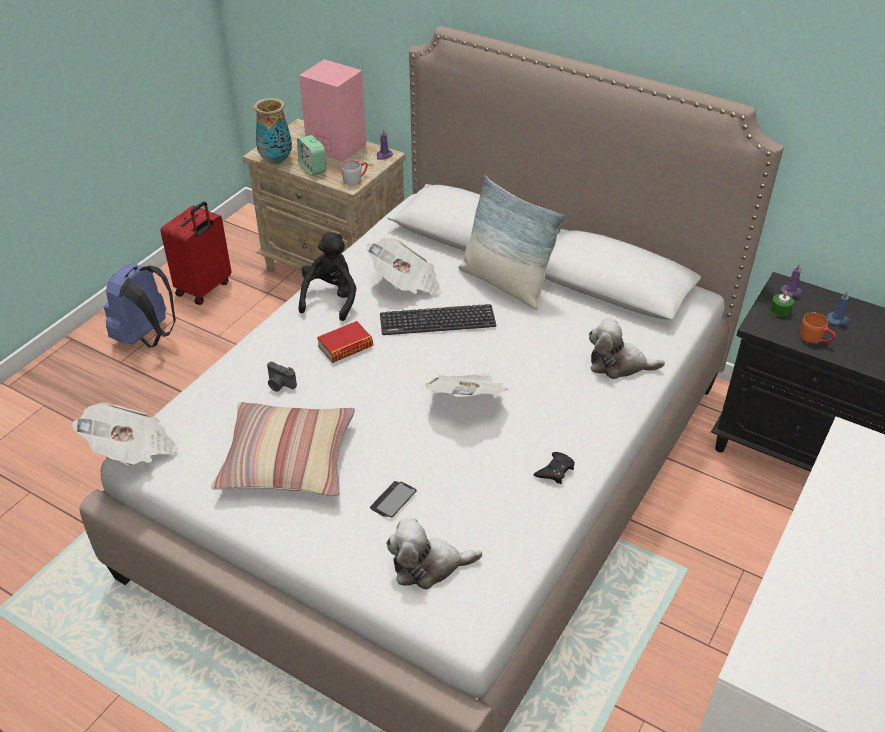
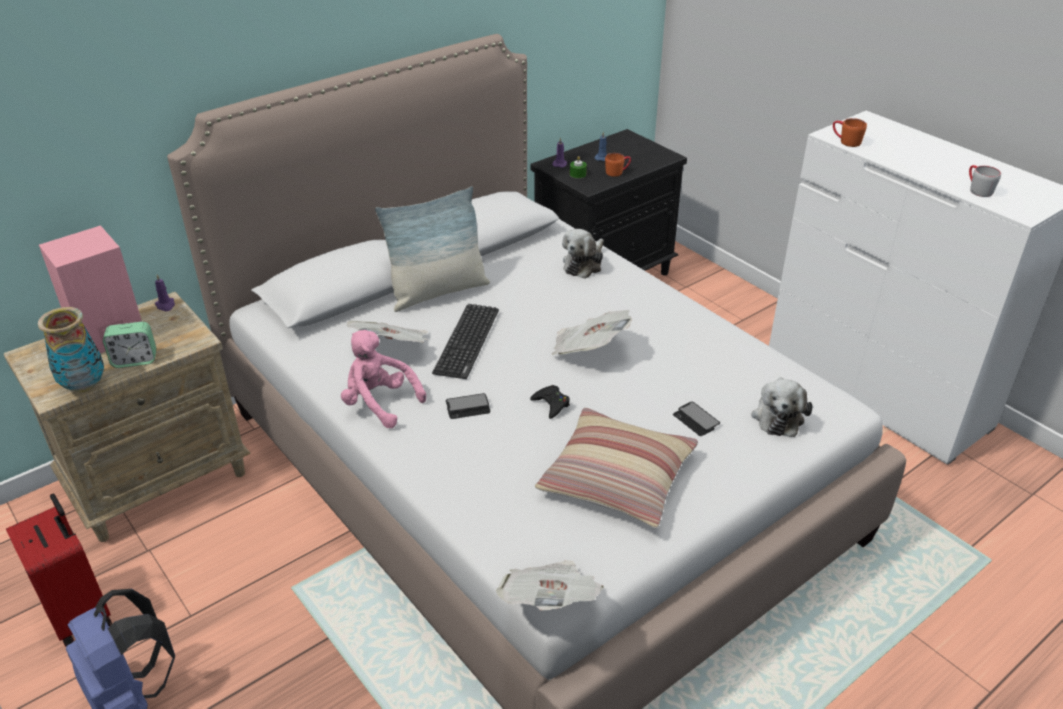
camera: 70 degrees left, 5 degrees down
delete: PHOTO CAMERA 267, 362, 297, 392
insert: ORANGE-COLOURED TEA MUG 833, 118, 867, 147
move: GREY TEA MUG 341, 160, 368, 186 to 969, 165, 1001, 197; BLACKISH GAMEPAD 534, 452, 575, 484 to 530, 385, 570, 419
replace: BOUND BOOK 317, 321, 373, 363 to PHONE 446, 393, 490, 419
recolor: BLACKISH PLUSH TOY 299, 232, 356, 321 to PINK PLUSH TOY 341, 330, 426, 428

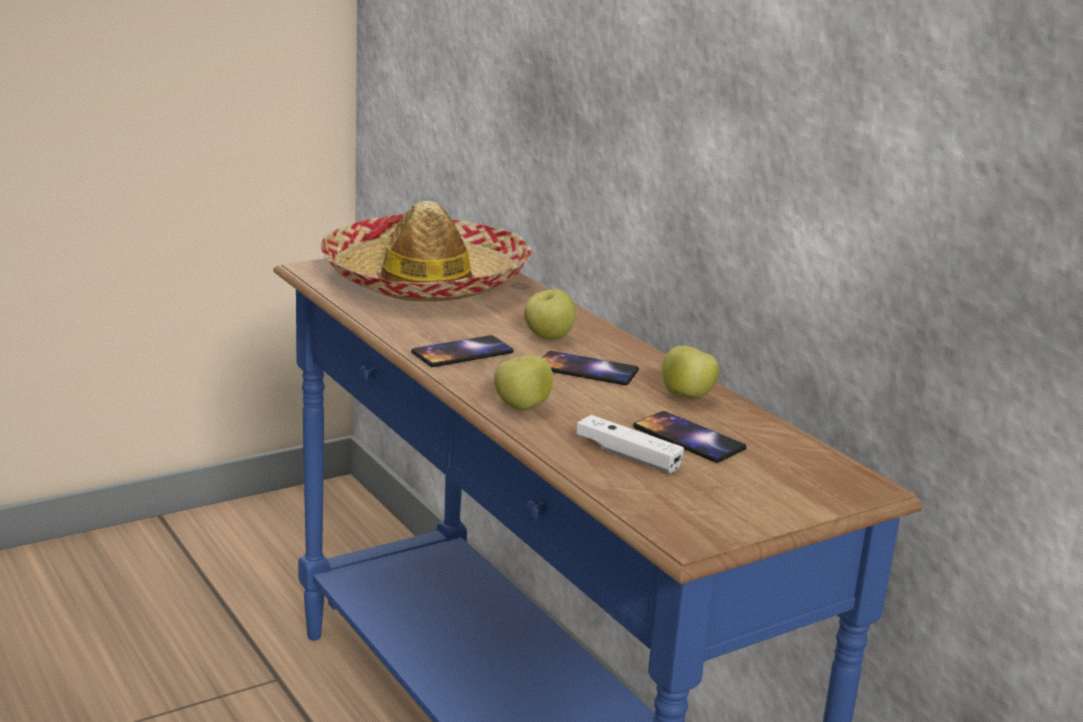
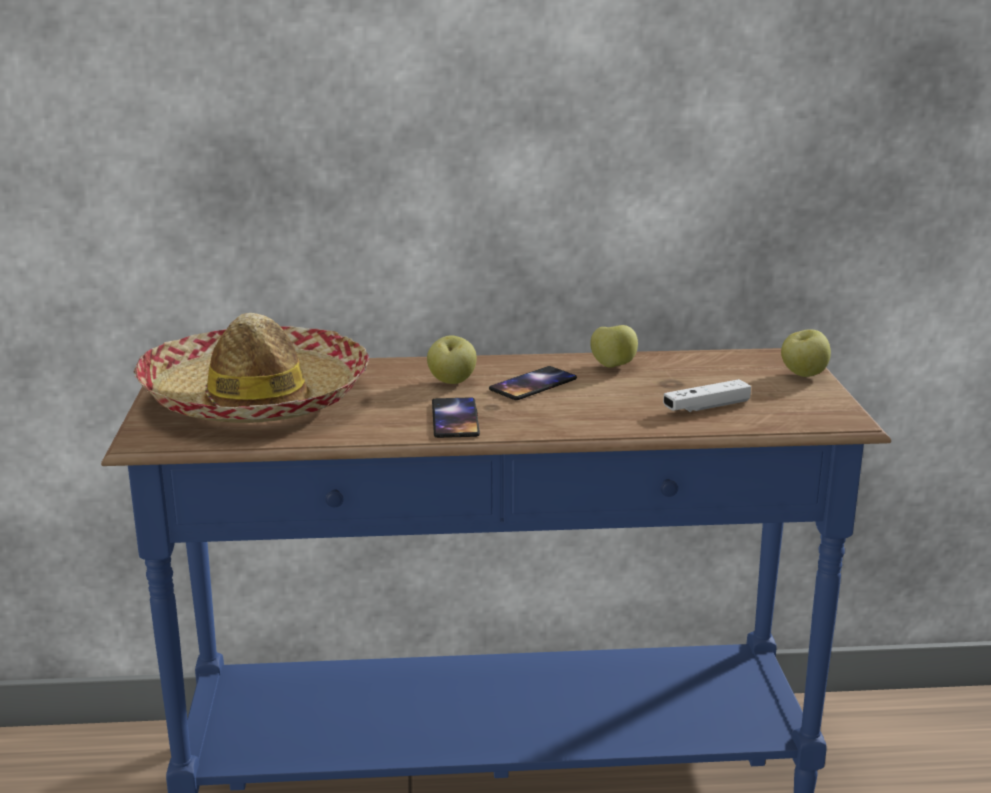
camera: 60 degrees left, 0 degrees up
delete: PHONE 633, 411, 747, 463
move: WHOLE APPLE 494, 355, 553, 410 to 781, 329, 831, 377

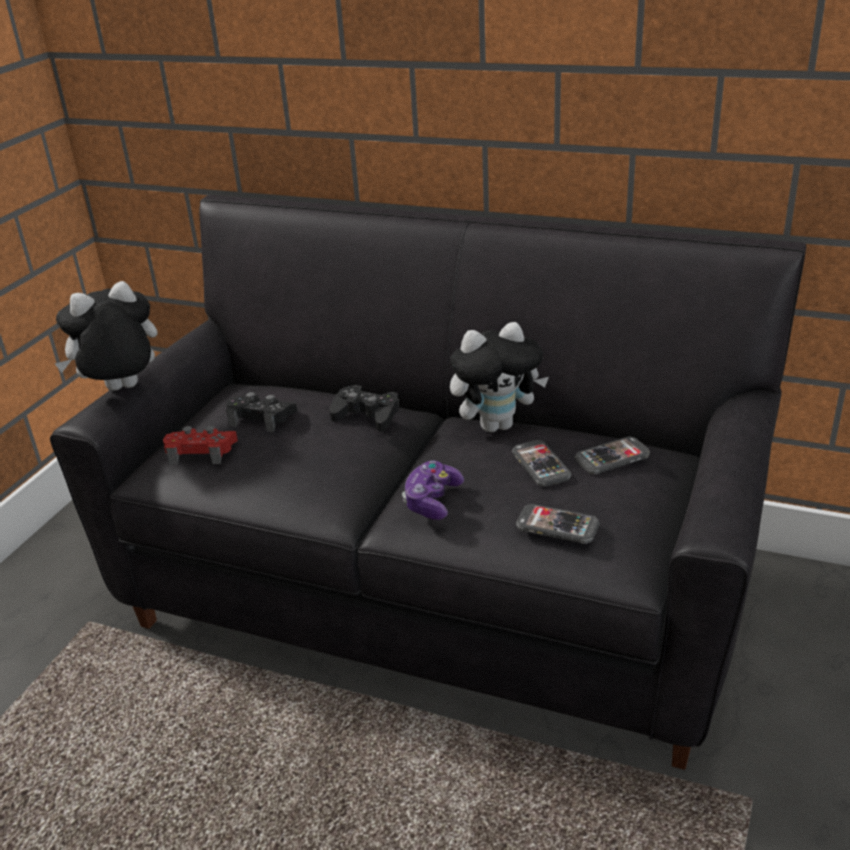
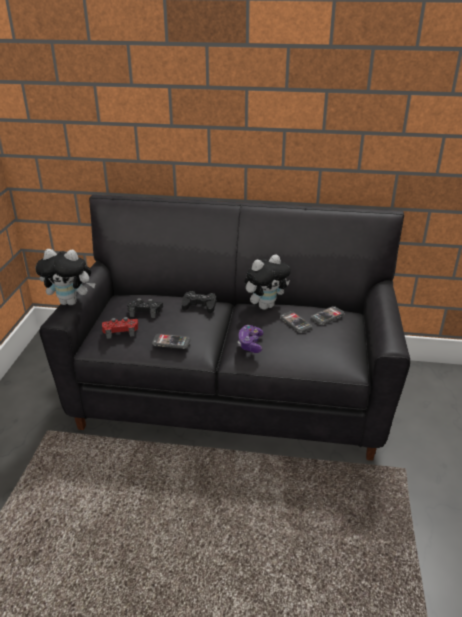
camera: 15 degrees left, 0 degrees up
move: PHONE 516, 504, 599, 544 to 152, 334, 191, 349
rotate: PLUSH TOY 55, 281, 158, 391 = 35, 249, 96, 305 135 degrees counterclockwise

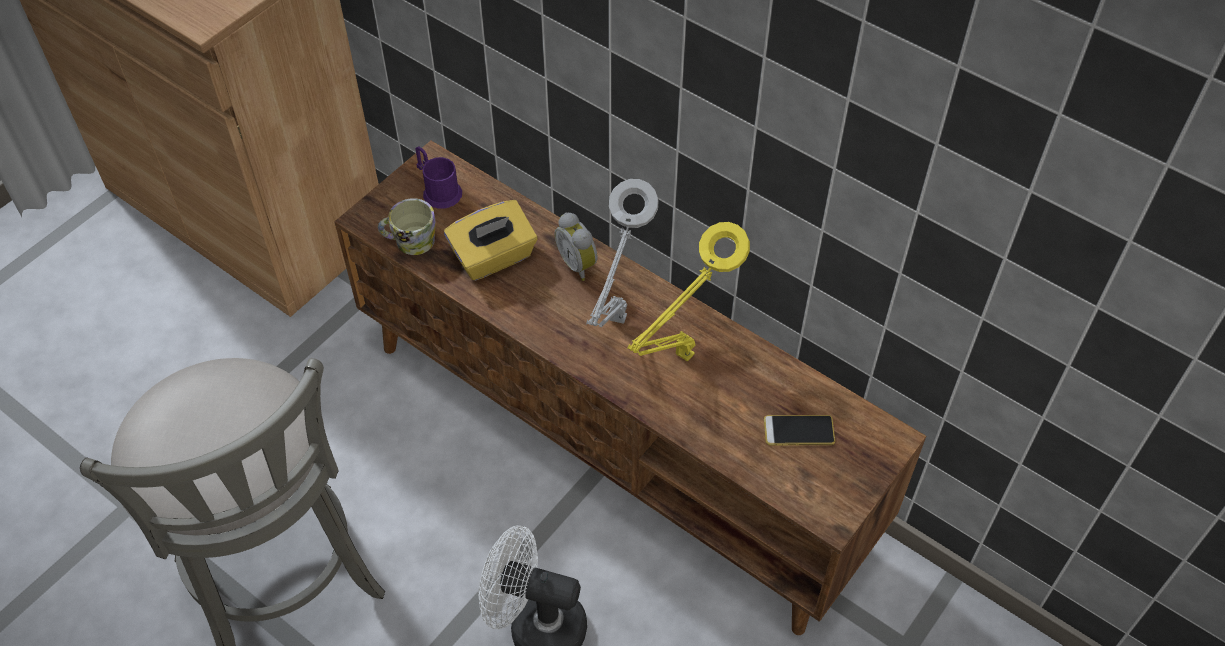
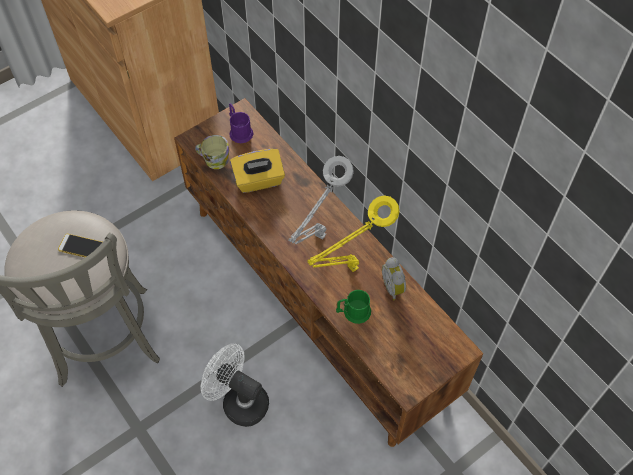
camera: 15 degrees right, 5 degrees up
insert: GREEN TEA MUG 336, 290, 371, 324
move: ALARM CLOCK 555, 212, 597, 281 to 382, 257, 406, 300; PHONE 764, 415, 835, 446 to 58, 234, 103, 257

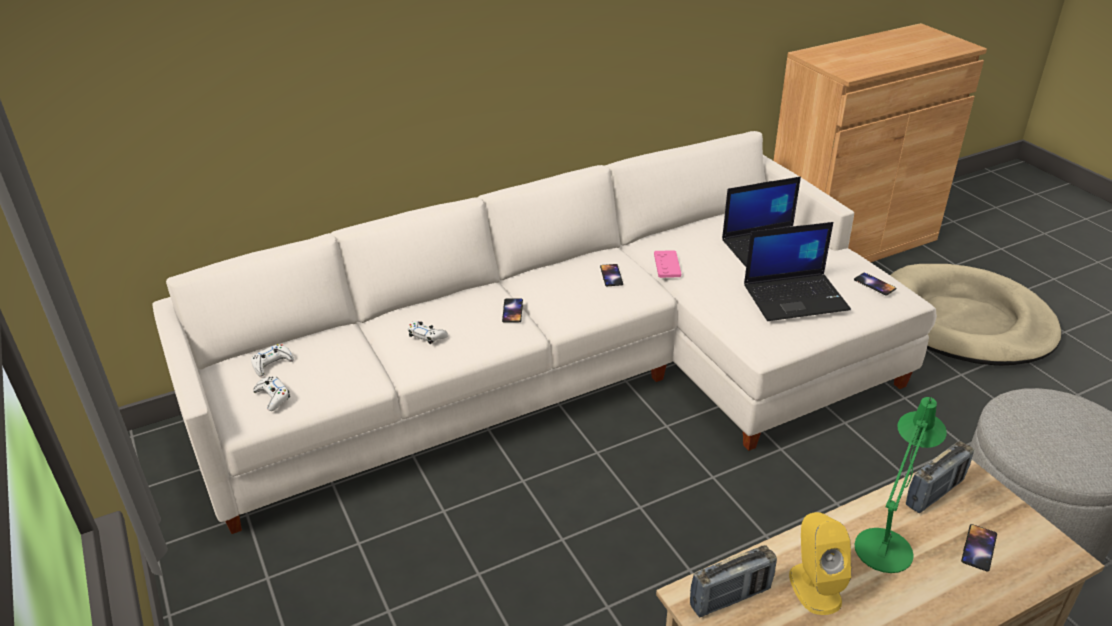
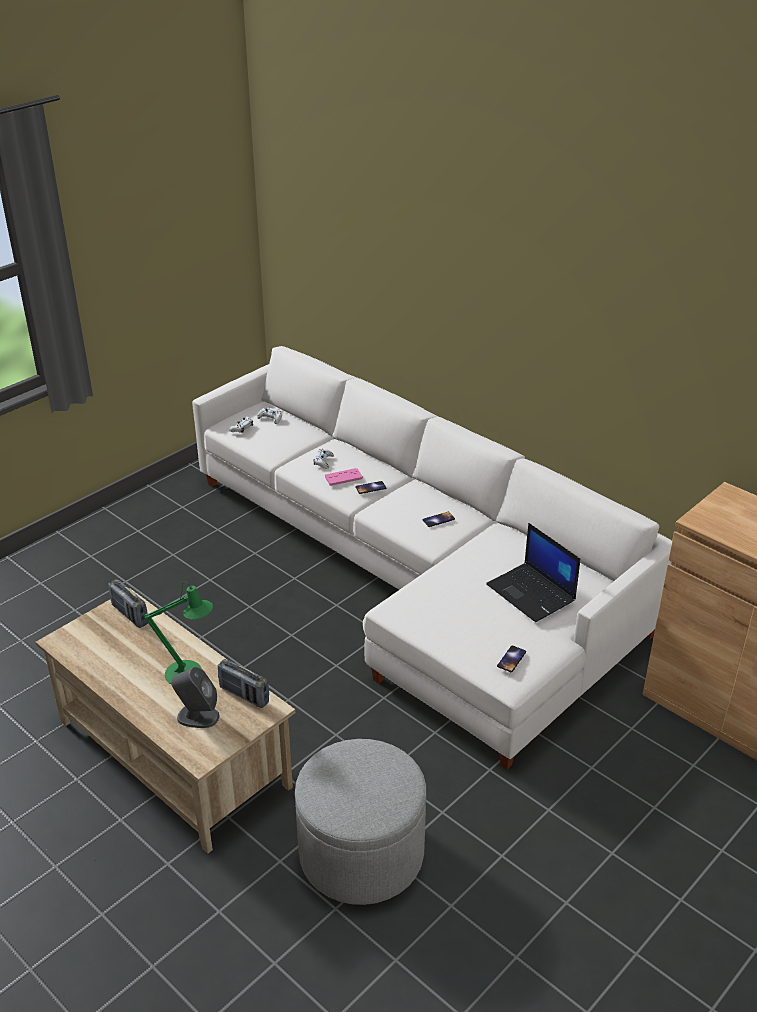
camera: 70 degrees right, 0 degrees up
delete: NOTEBOOK COMPUTER 744, 222, 851, 321; YELLOW AUDIO SPEAKER 789, 512, 851, 615; BEIGE DOG CUSHION 890, 264, 1062, 366
move: PINK GAMEPAD 654, 250, 681, 278 to 325, 468, 363, 486
replace: PHONE 961, 524, 997, 572 to GREY AUDIO SPEAKER 171, 667, 219, 728

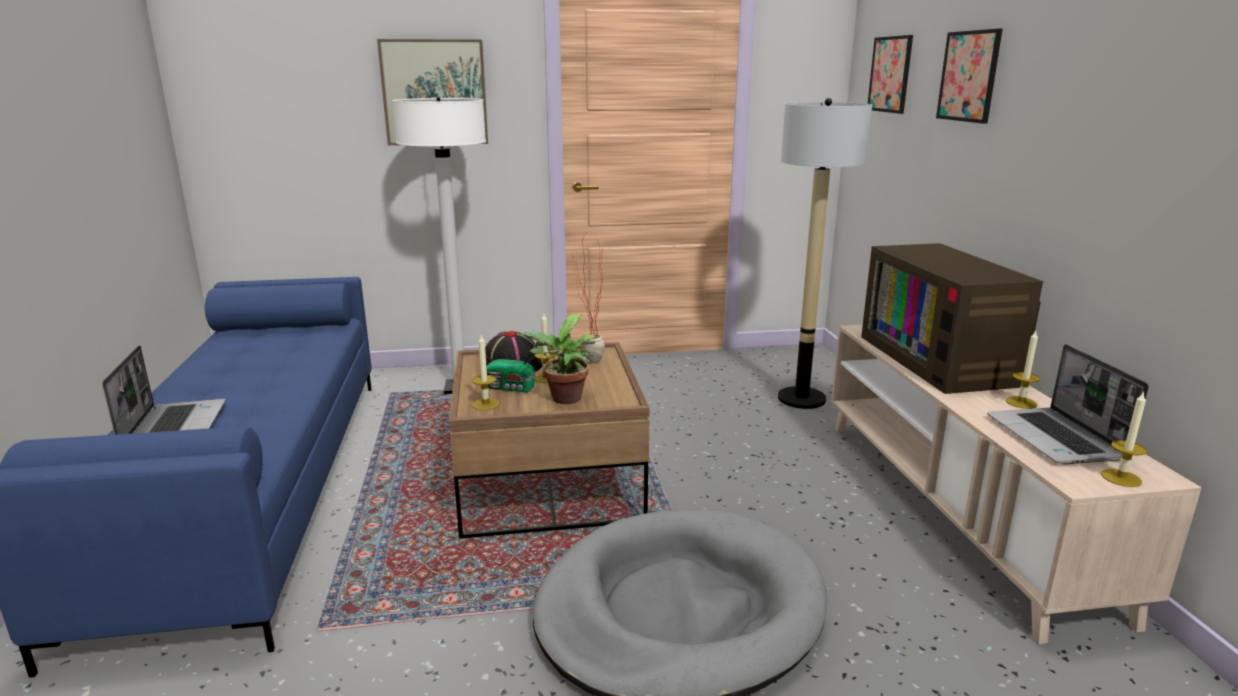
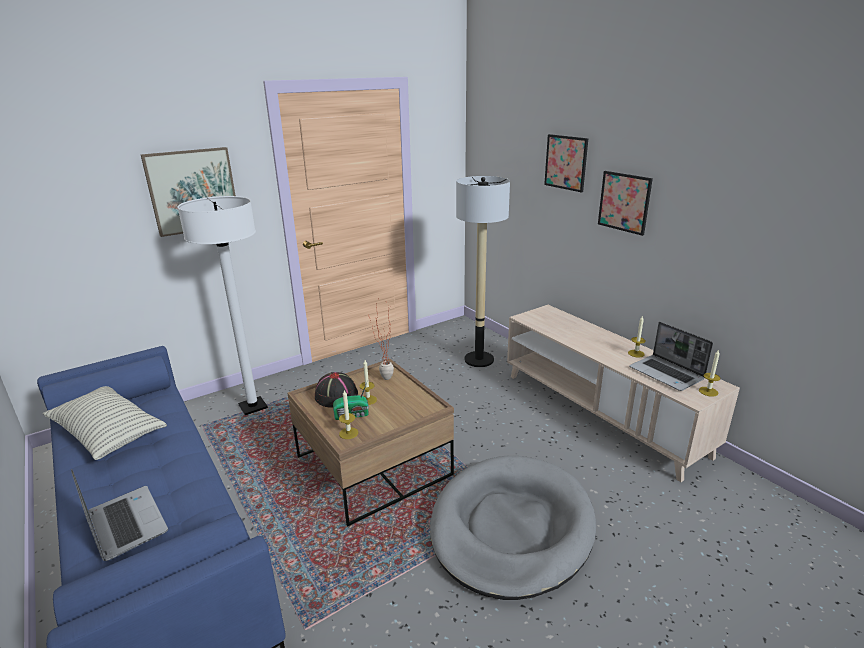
camera: 25 degrees left, 5 degrees up
delete: HOUSEPLANT 519, 314, 596, 404; TV SET 861, 243, 1043, 394
insert: CUSHION 42, 386, 167, 460
move: WALL PICTURE 868, 35, 913, 114 to 598, 171, 653, 236

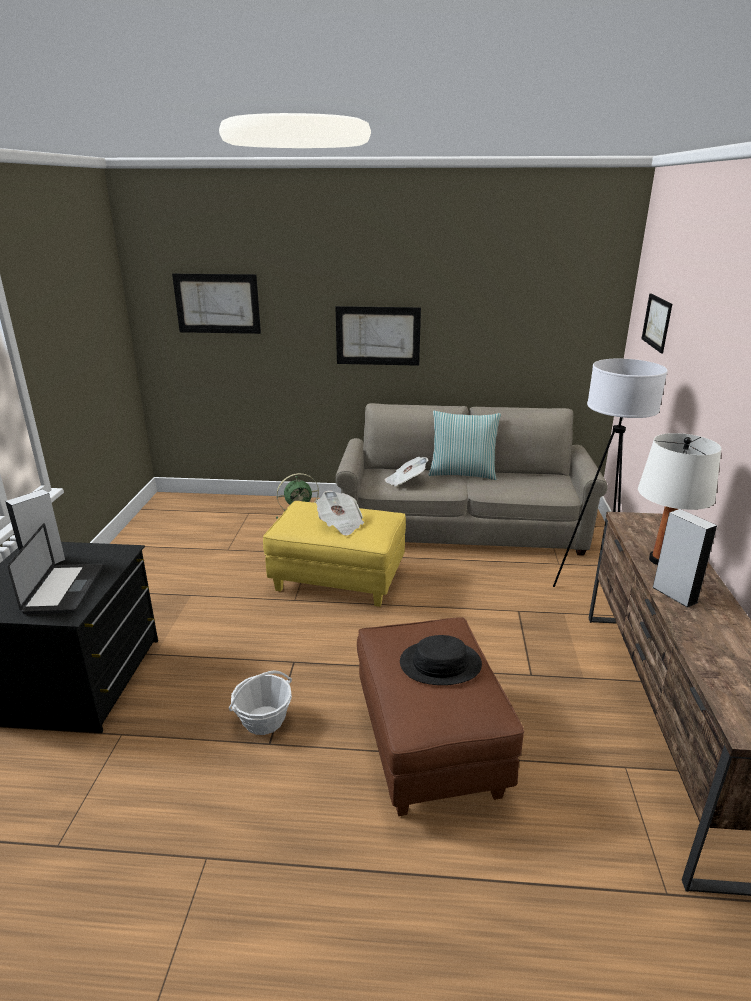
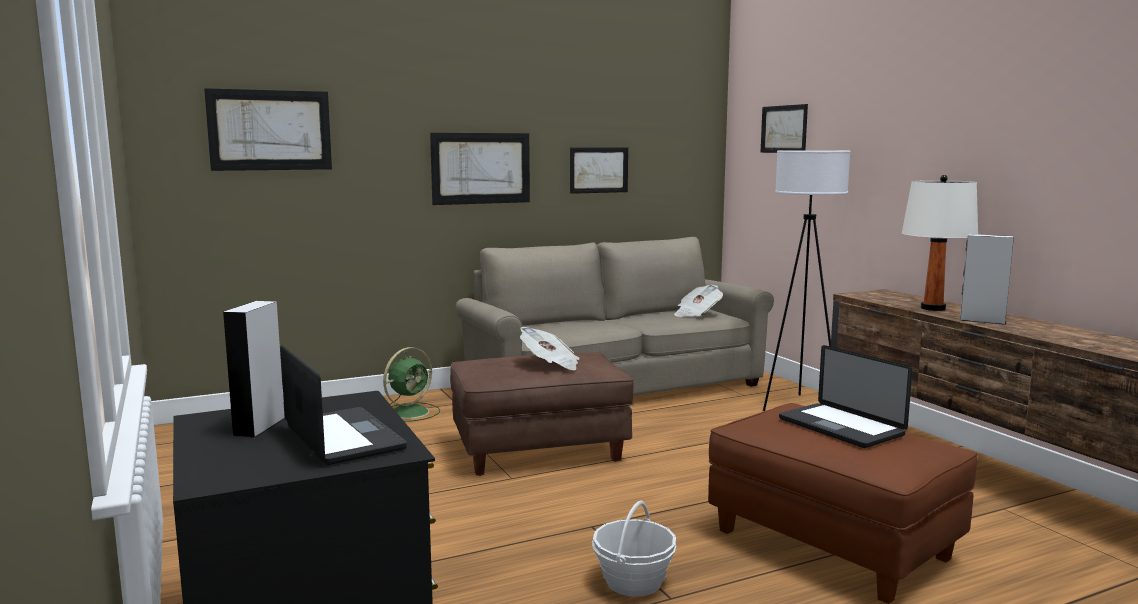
camera: 30 degrees left, 15 degrees down
delete: CUSHION 429, 411, 501, 480
insert: WALL PICTURE 570, 148, 628, 194
move: NEWSPAPER 384, 457, 429, 487 to 674, 285, 723, 317
replace: BLACKISH HAT 400, 635, 482, 685 to NOTEBOOK COMPUTER 779, 345, 912, 448
recolor: YELLOW OTTOMAN 263, 501, 406, 607 to BROWN-COLOURED OTTOMAN 450, 352, 634, 476

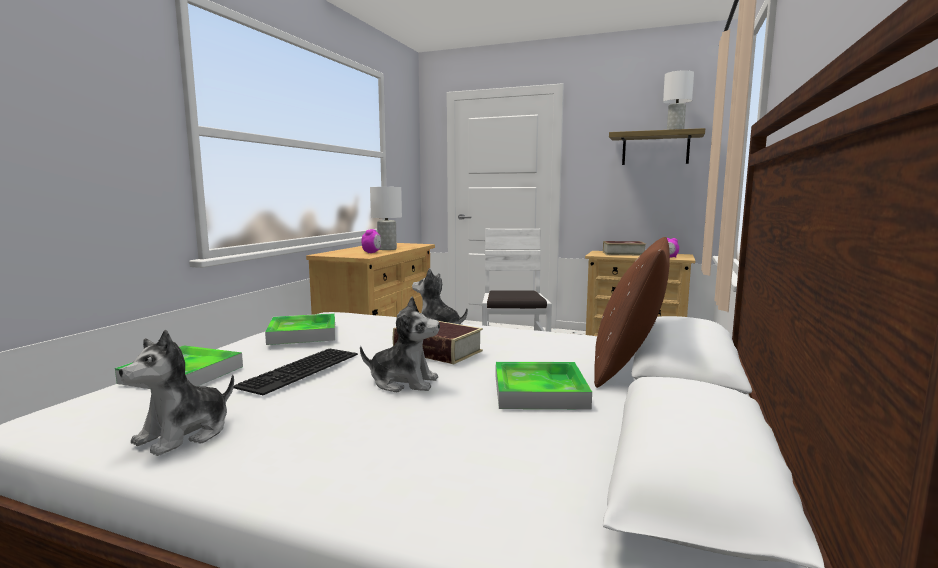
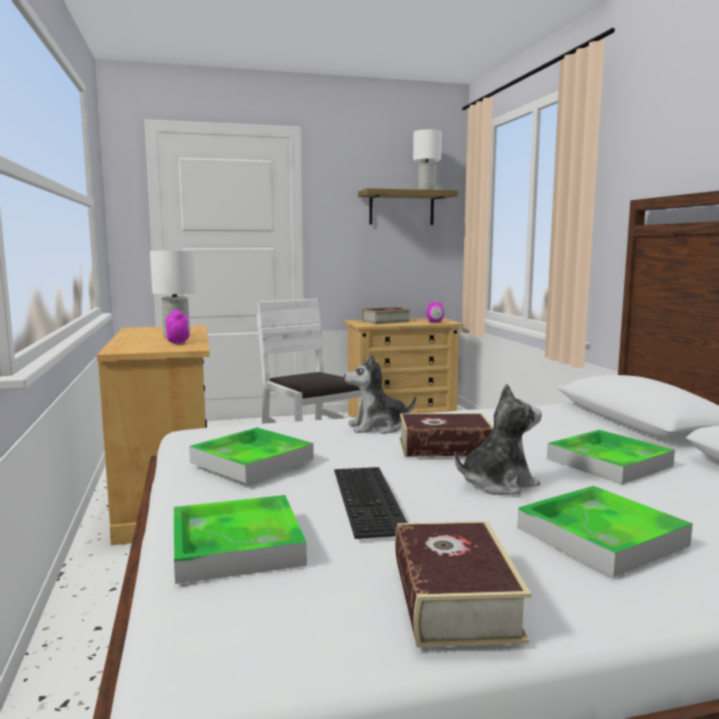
camera: 35 degrees left, 0 degrees up
delete: BROWN-COLOURED CUSHION 594, 237, 670, 388
insert: CARRYING TRAY 518, 486, 693, 577
replace: PLUSH TOY 119, 330, 234, 456 to BOUND BOOK 395, 521, 532, 647

